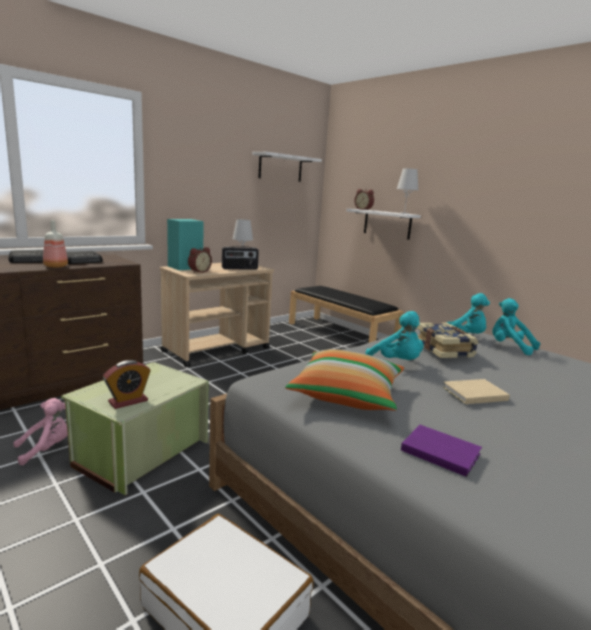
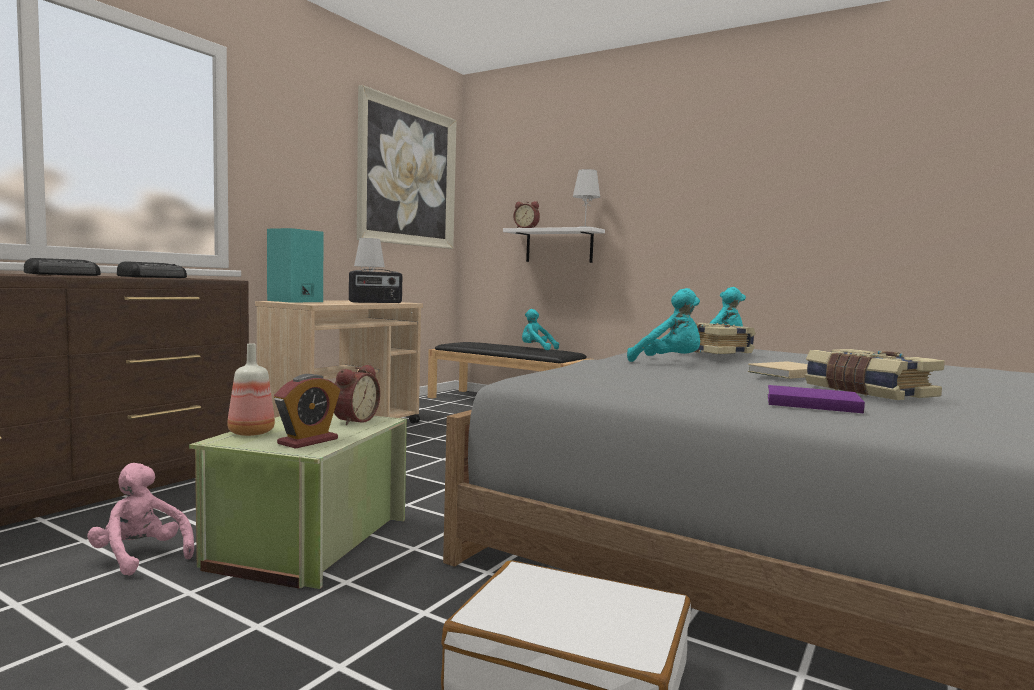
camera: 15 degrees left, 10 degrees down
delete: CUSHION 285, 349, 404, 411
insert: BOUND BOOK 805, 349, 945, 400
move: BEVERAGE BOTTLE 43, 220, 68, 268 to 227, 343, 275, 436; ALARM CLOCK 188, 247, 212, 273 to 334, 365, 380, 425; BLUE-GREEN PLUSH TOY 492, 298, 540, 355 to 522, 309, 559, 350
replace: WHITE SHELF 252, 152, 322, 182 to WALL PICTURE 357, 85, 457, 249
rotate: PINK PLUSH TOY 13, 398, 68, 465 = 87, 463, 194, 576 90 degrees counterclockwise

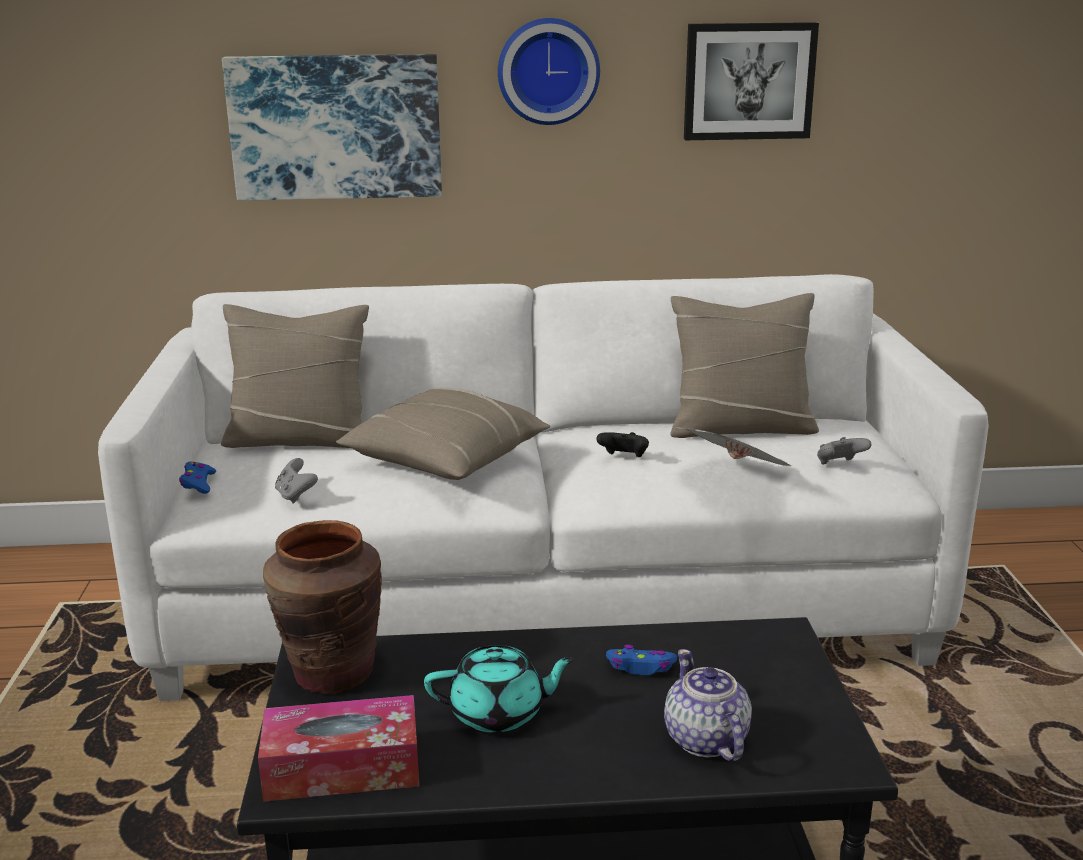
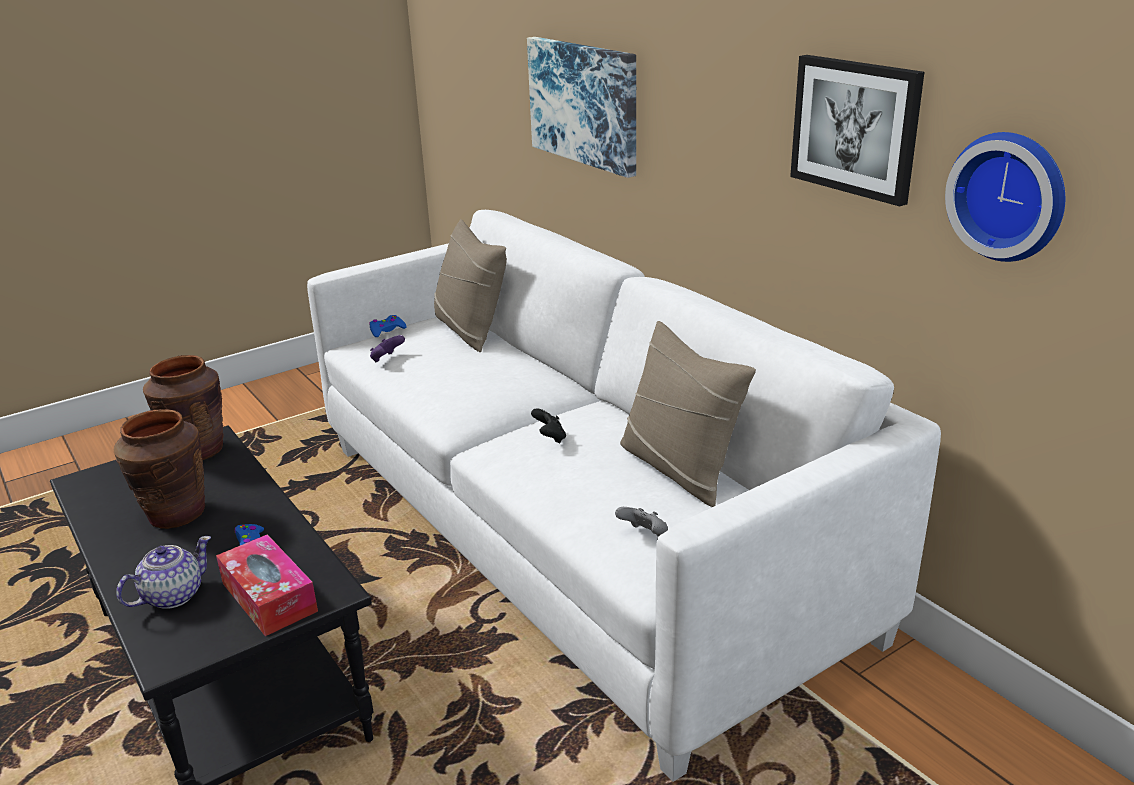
camera: 60 degrees right, 5 degrees up
delete: BEIGE CUSHION 336, 387, 550, 480; NEWSPAPER 677, 427, 792, 466
move: TISSUE HOLDER 258, 695, 419, 802 to 216, 534, 318, 636; WALL CLOCK 498, 18, 600, 125 to 945, 132, 1065, 262
replace: BLUE-GREEN POT FOR TEA 424, 645, 576, 733 to BROWN-COLOURED VASE 114, 409, 205, 529
recolor: GREY GAMEPAD 275, 458, 318, 504 to PURPLE-COLOURED GAMEPAD 370, 335, 405, 363

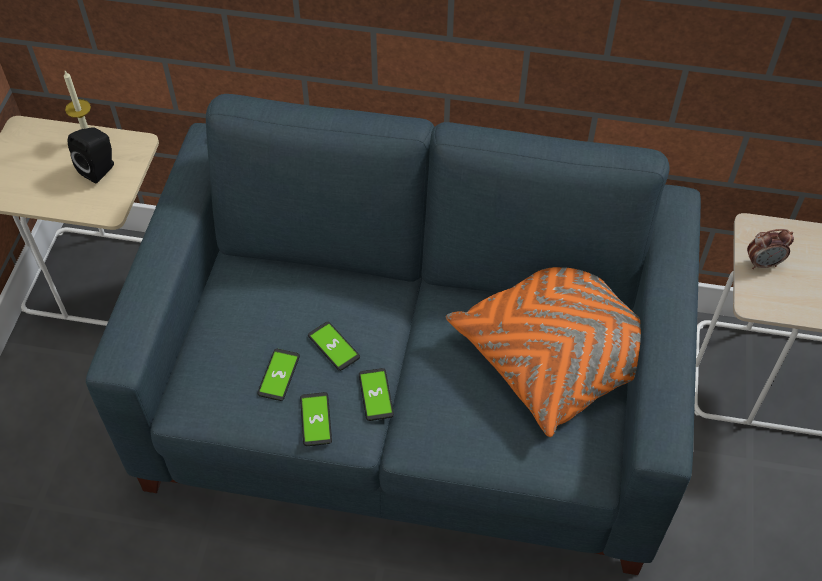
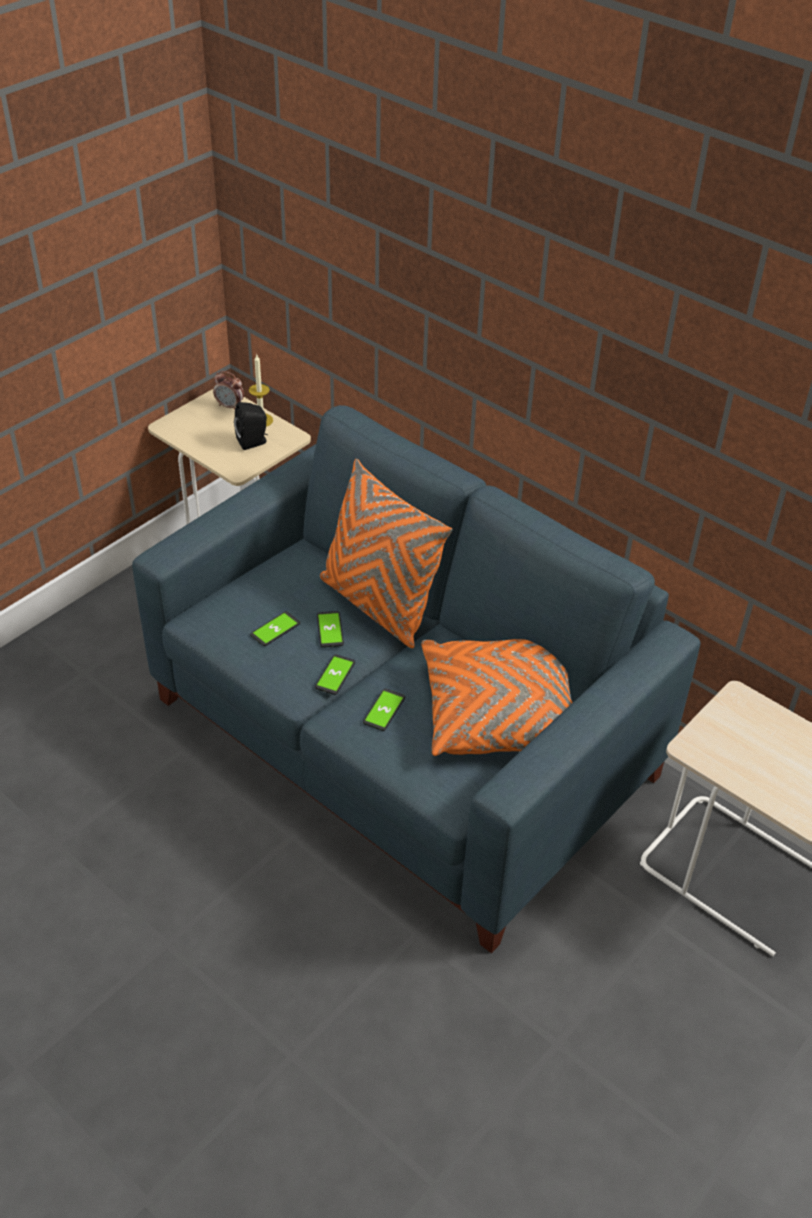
camera: 30 degrees right, 10 degrees down
insert: ORANGE-COLOURED CUSHION 320, 459, 452, 648
move: PHONE 300, 392, 332, 446 to 363, 688, 405, 731; ALARM CLOCK 747, 229, 794, 269 to 213, 371, 244, 409

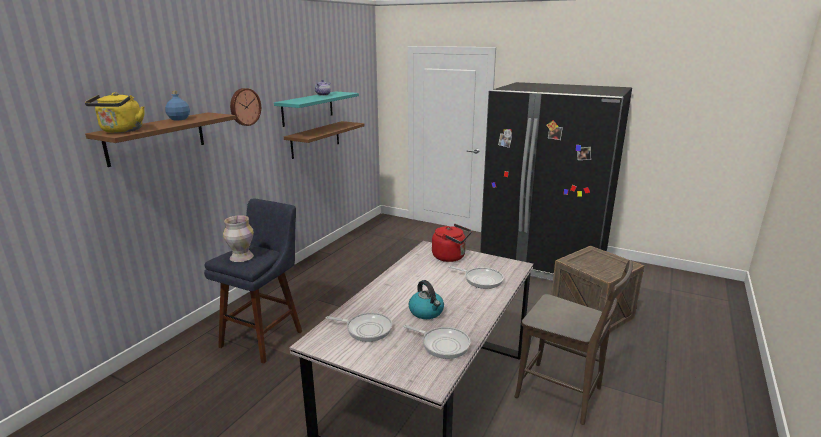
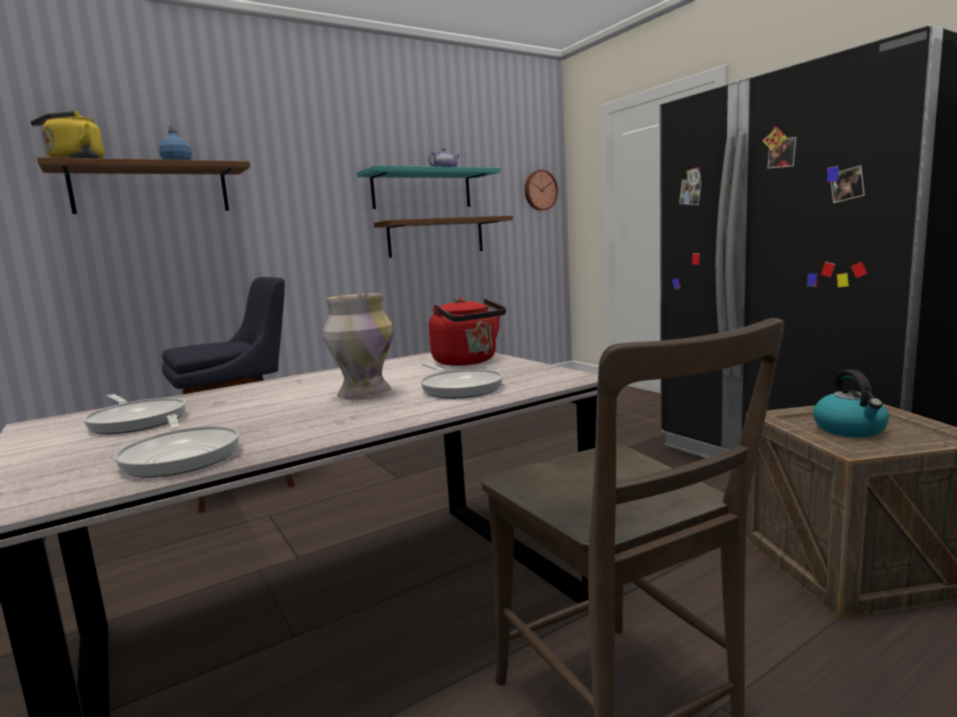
camera: 30 degrees right, 10 degrees down
move: VASE 223, 215, 254, 262 to 323, 293, 393, 400; WALL CLOCK 230, 88, 261, 126 to 525, 170, 558, 211; TEA KETTLE 408, 280, 444, 319 to 813, 369, 889, 437

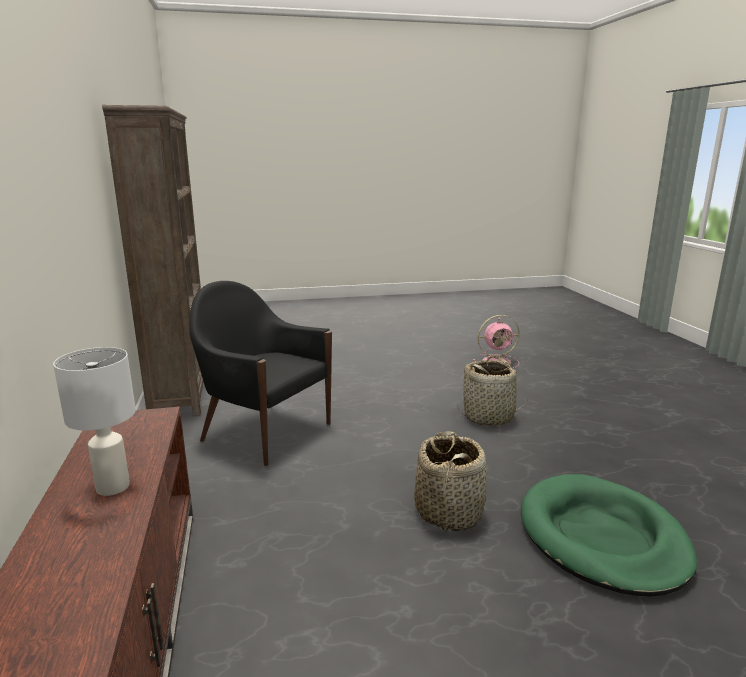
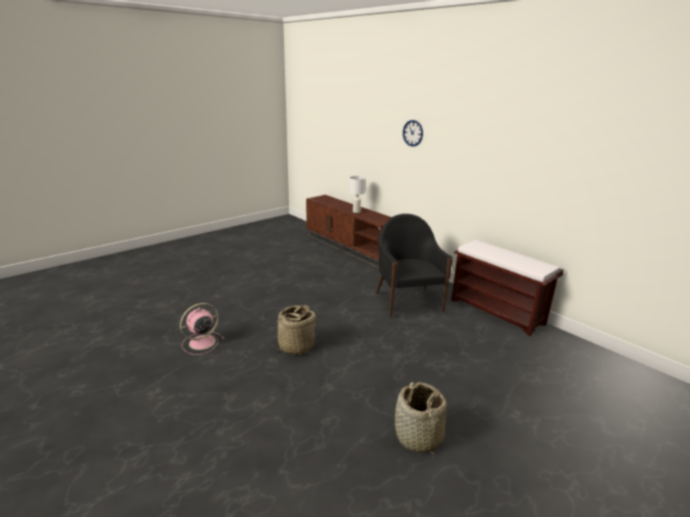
camera: 150 degrees right, 5 degrees up
delete: GREEN DOG CUSHION 521, 474, 698, 597
insert: WALL CLOCK 403, 120, 423, 146
move: STORAGE BASKET 414, 431, 488, 531 to 395, 382, 447, 454; PINK ELECTRIC FAN 473, 315, 520, 368 to 180, 303, 224, 355
replace: BROWN-COLOURED BOOKCASE 102, 105, 204, 416 to BROWN-COLOURED LONG SEAT 451, 240, 564, 336
rotate: BLACKISH ARMCHAIR 189, 281, 332, 466 = 376, 214, 453, 317 105 degrees counterclockwise

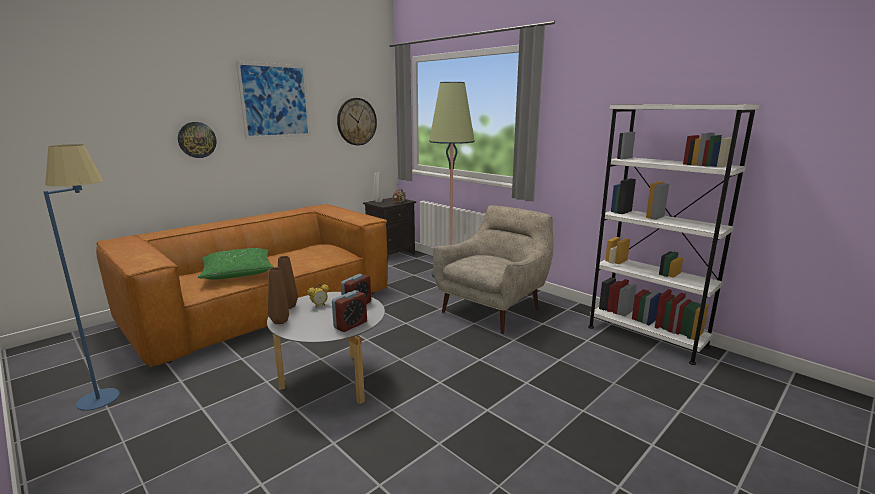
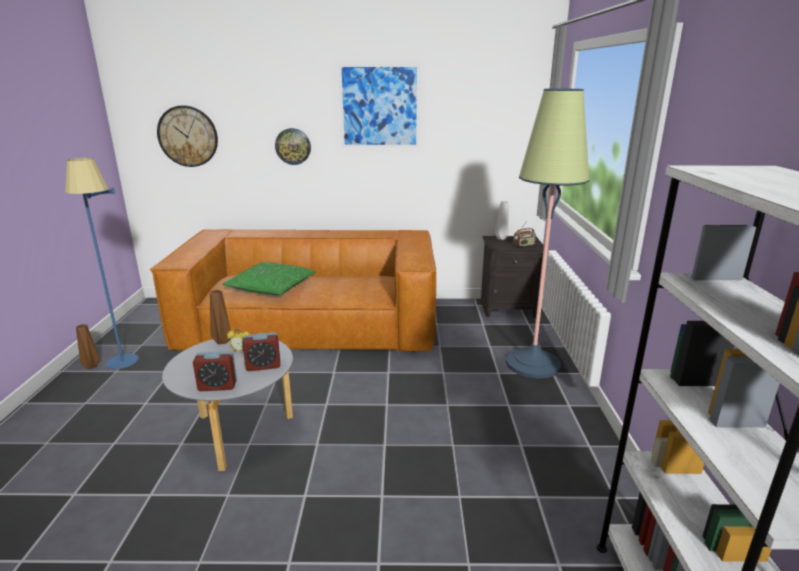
camera: 45 degrees right, 5 degrees up
delete: BEIGE ARMCHAIR 433, 205, 553, 334
move: BROWN-COLOURED VASE 268, 267, 289, 324 to 76, 324, 100, 369; WALL CLOCK 337, 98, 377, 145 to 157, 105, 218, 167

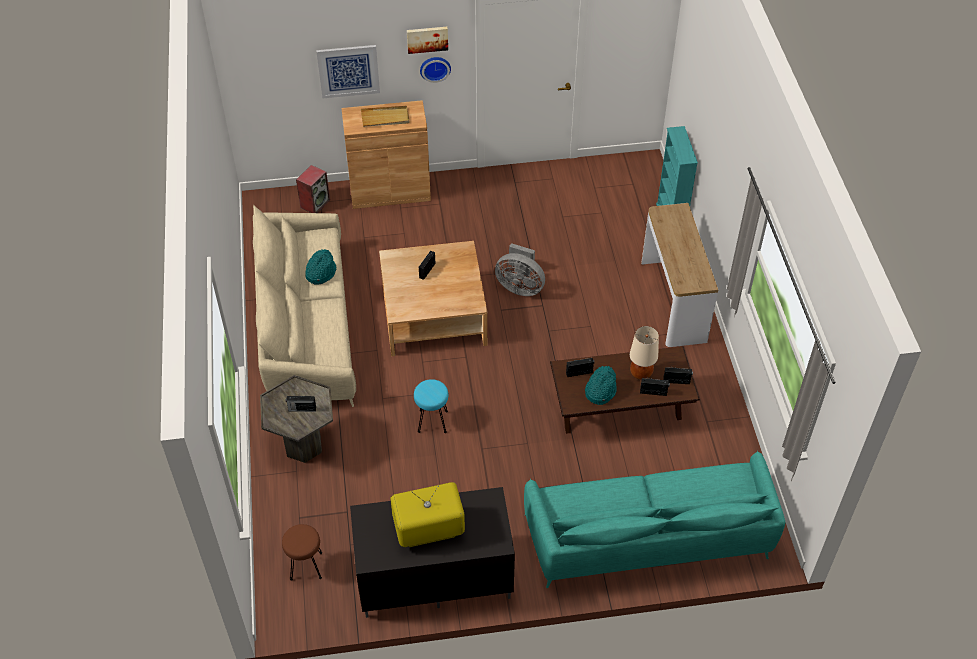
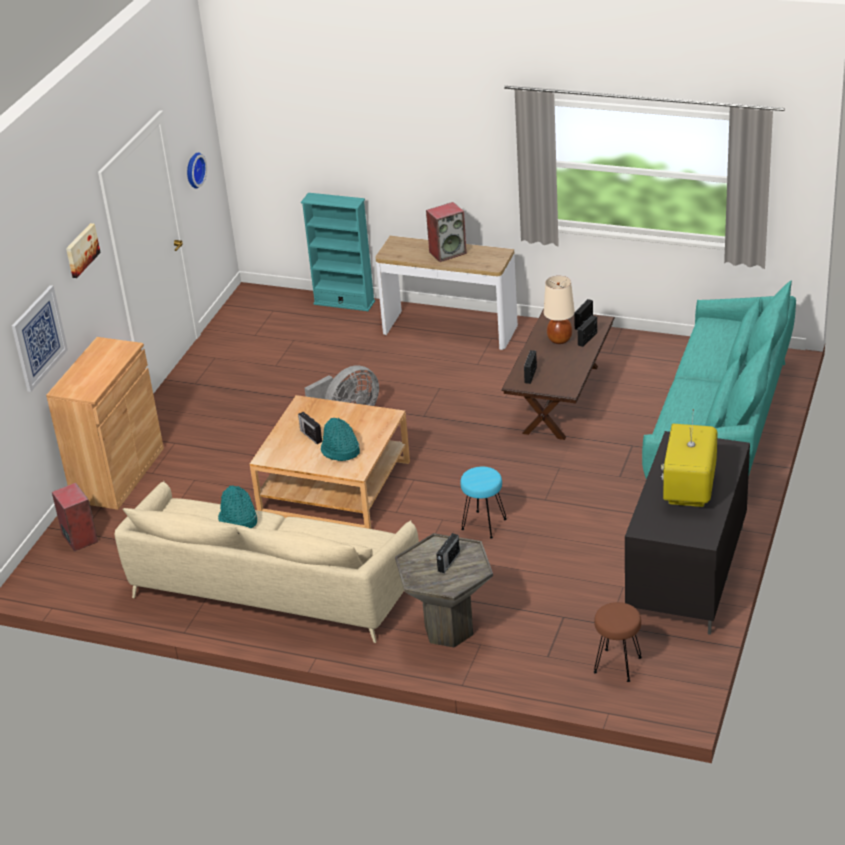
camera: 60 degrees left, 15 degrees down
delete: BEIGE CARRYING TRAY 361, 106, 410, 127
insert: AUDIO SPEAKER 426, 202, 467, 262
move: WALL CLOCK 420, 57, 451, 83 to 187, 152, 207, 189; BLUE-GREEN HAT 585, 366, 617, 405 to 321, 418, 360, 461

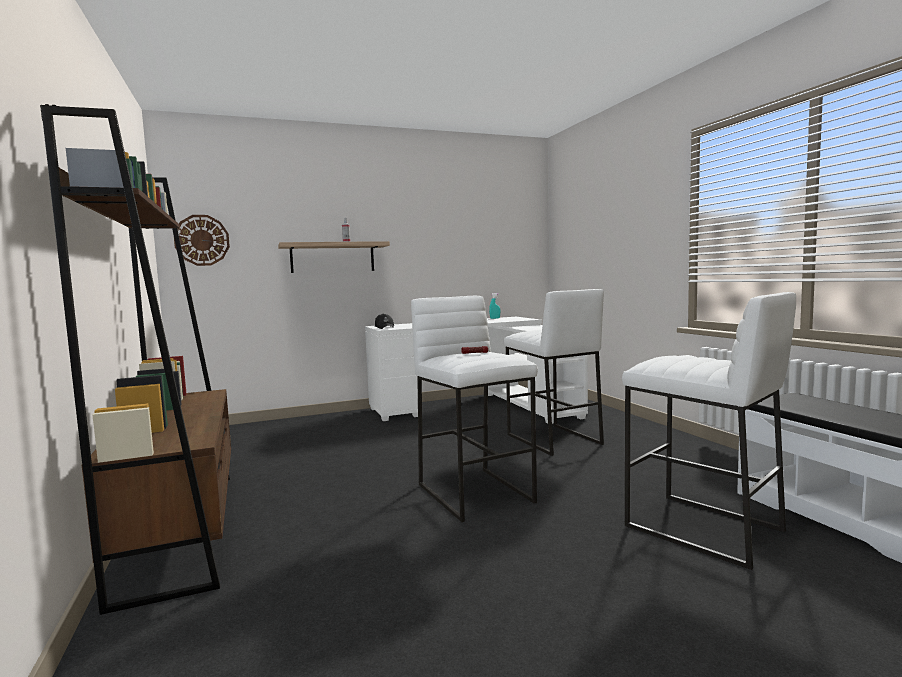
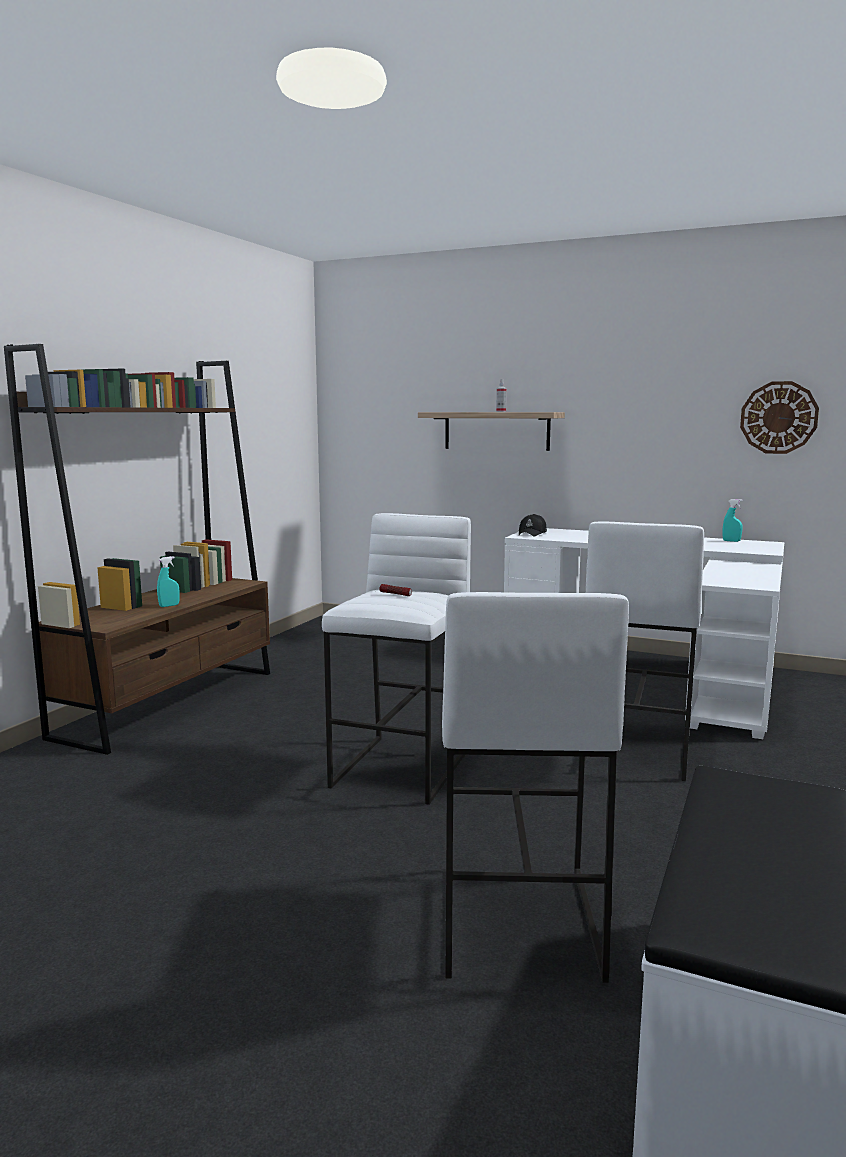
camera: 45 degrees right, 5 degrees up
insert: BLUE-GREEN HAND SPRAYER 157, 556, 180, 607
move: WALL CLOCK 174, 215, 230, 266 to 740, 381, 819, 454

